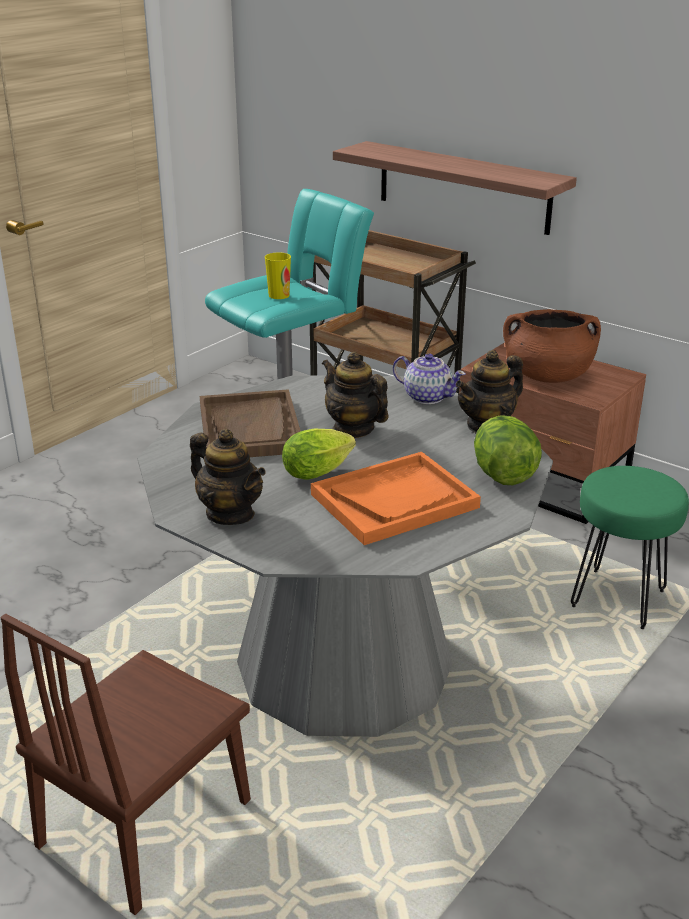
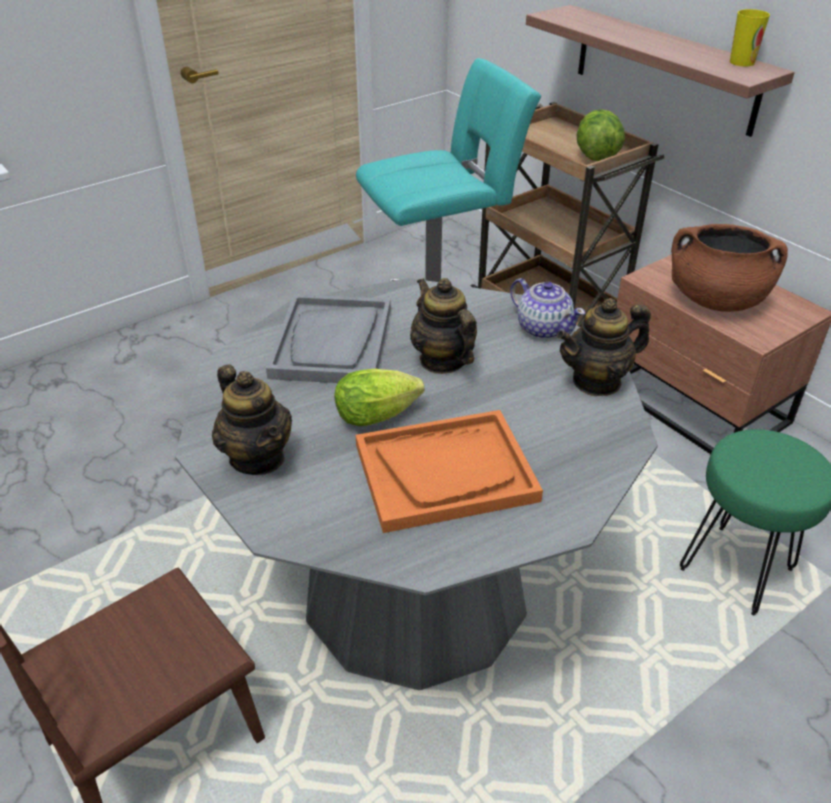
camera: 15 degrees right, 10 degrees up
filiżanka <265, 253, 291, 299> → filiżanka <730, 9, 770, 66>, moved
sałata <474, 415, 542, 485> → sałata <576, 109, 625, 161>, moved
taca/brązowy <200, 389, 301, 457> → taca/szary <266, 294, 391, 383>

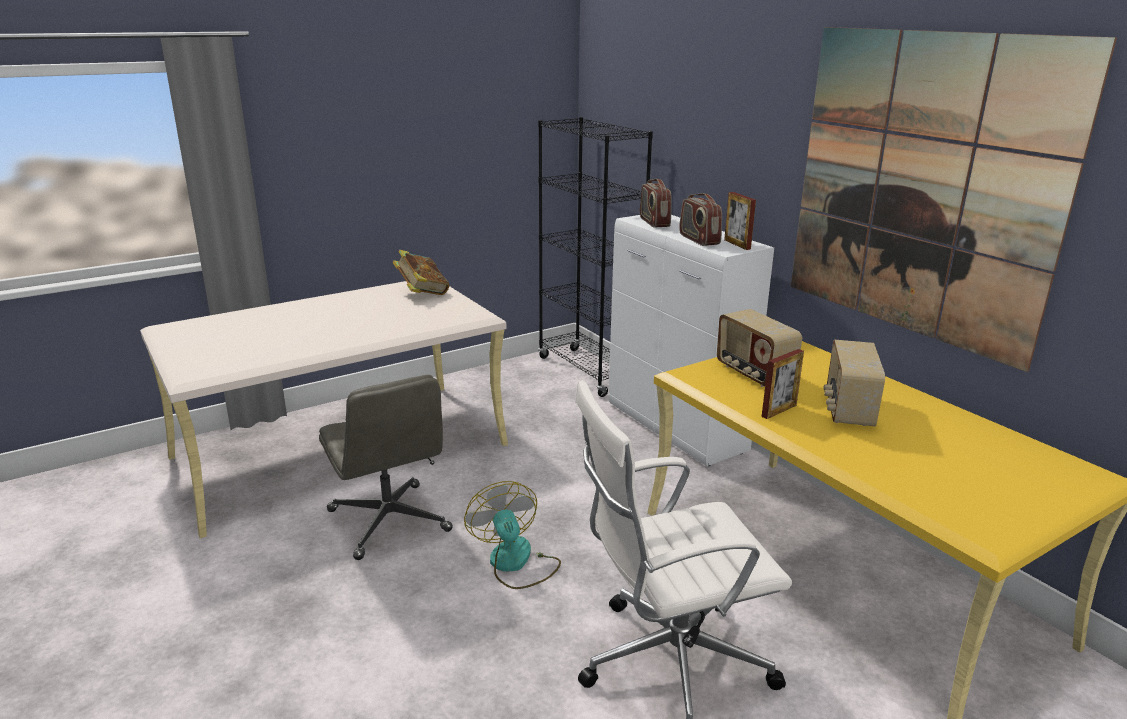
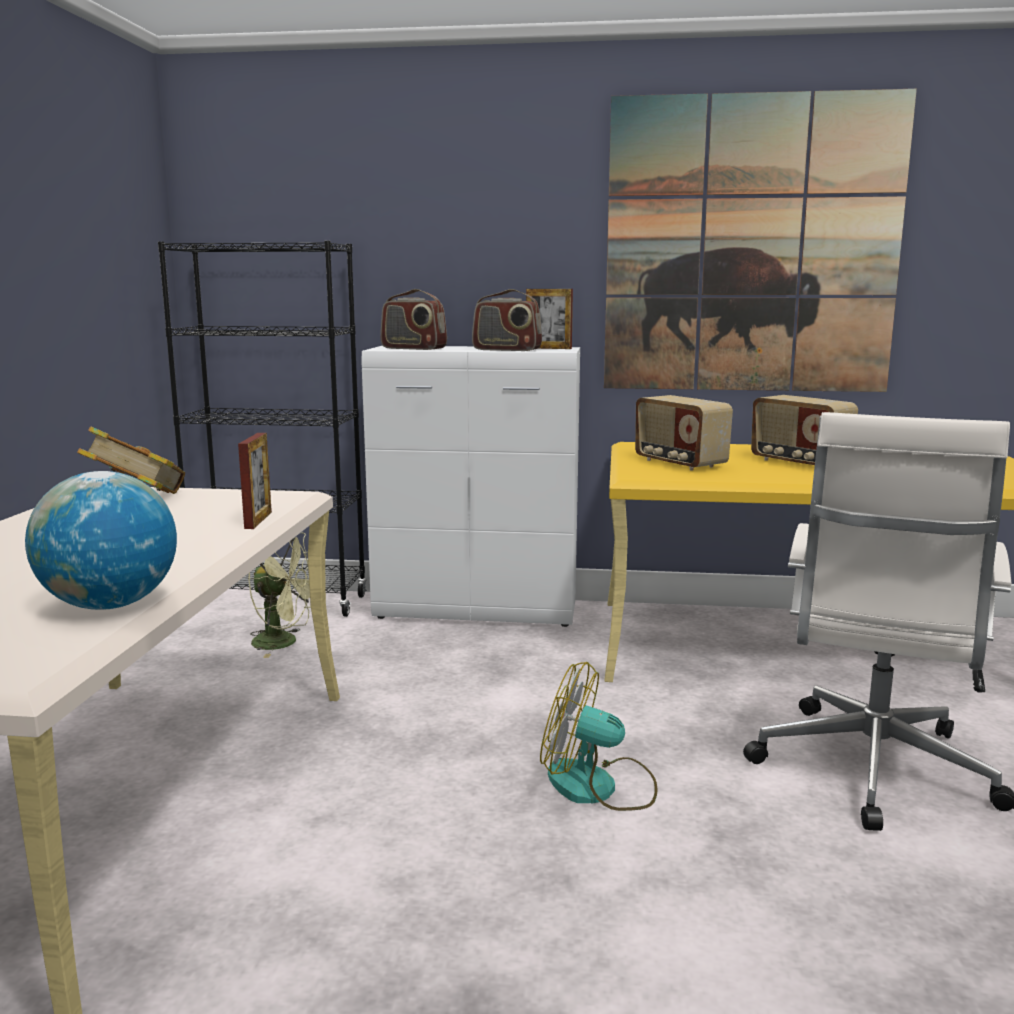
camera: 50 degrees left, 10 degrees down
krzesło biurowe/szary <319, 375, 453, 560> → -
- → globus <25, 471, 177, 610>
- → wentylator/zielony <248, 532, 310, 658>
ramka na zdjęcie <762, 349, 804, 419> → ramka na zdjęcie <238, 433, 272, 529>, moved
radio <717, 309, 802, 387> → radio <635, 395, 733, 471>, 45 degrees clockwise

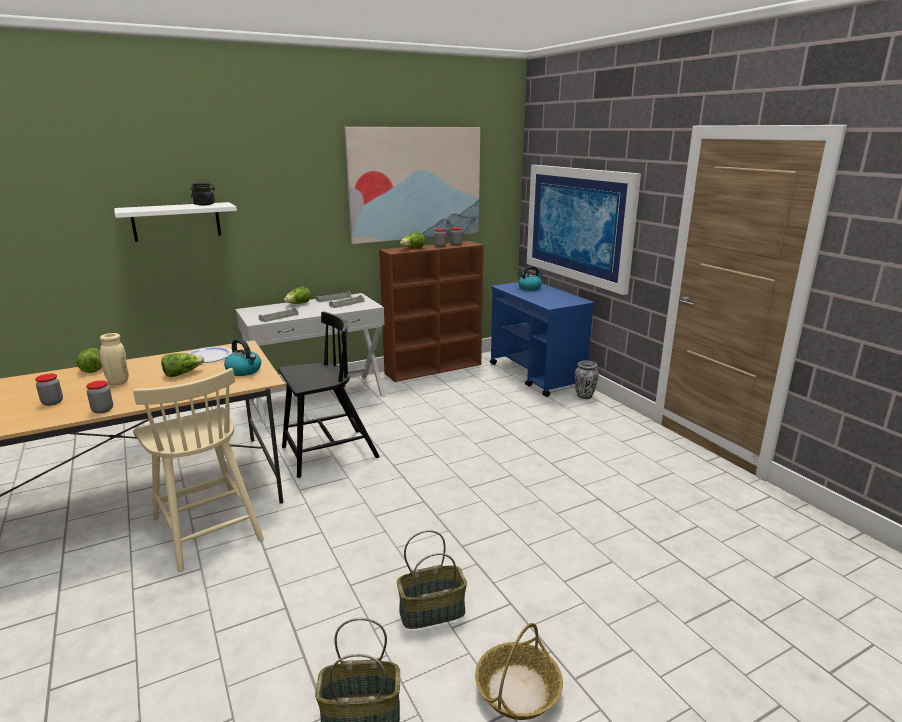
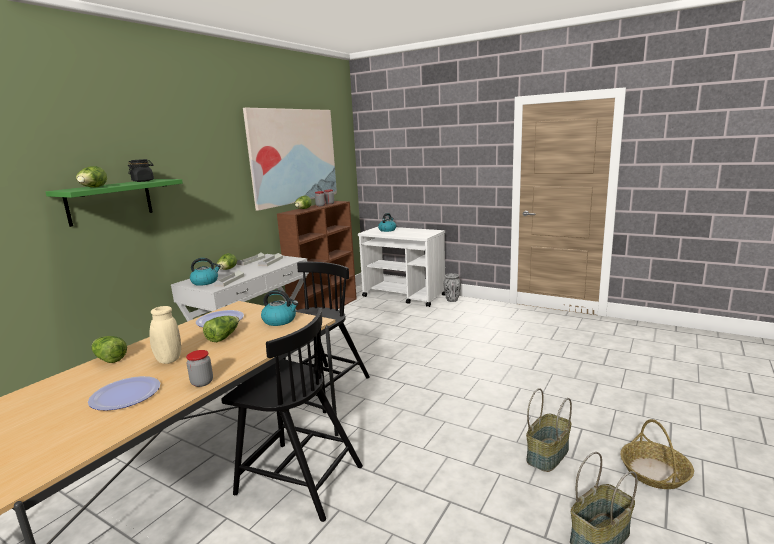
camera: 30 degrees left, 5 degrees down
obraz <527, 165, 641, 295> → -
- → sałata <76, 166, 107, 187>
- → czajnik <190, 258, 221, 286>
słoik <35, 374, 63, 406> → talerz <88, 376, 160, 411>
półka/biały <114, 202, 237, 242> → półka/zielony <46, 179, 183, 227>
krzesło/beżowy <133, 368, 264, 572> → krzesło/czarny <221, 308, 363, 522>
wózek/niebieski <490, 282, 595, 397> → wózek/biały <358, 227, 445, 307>

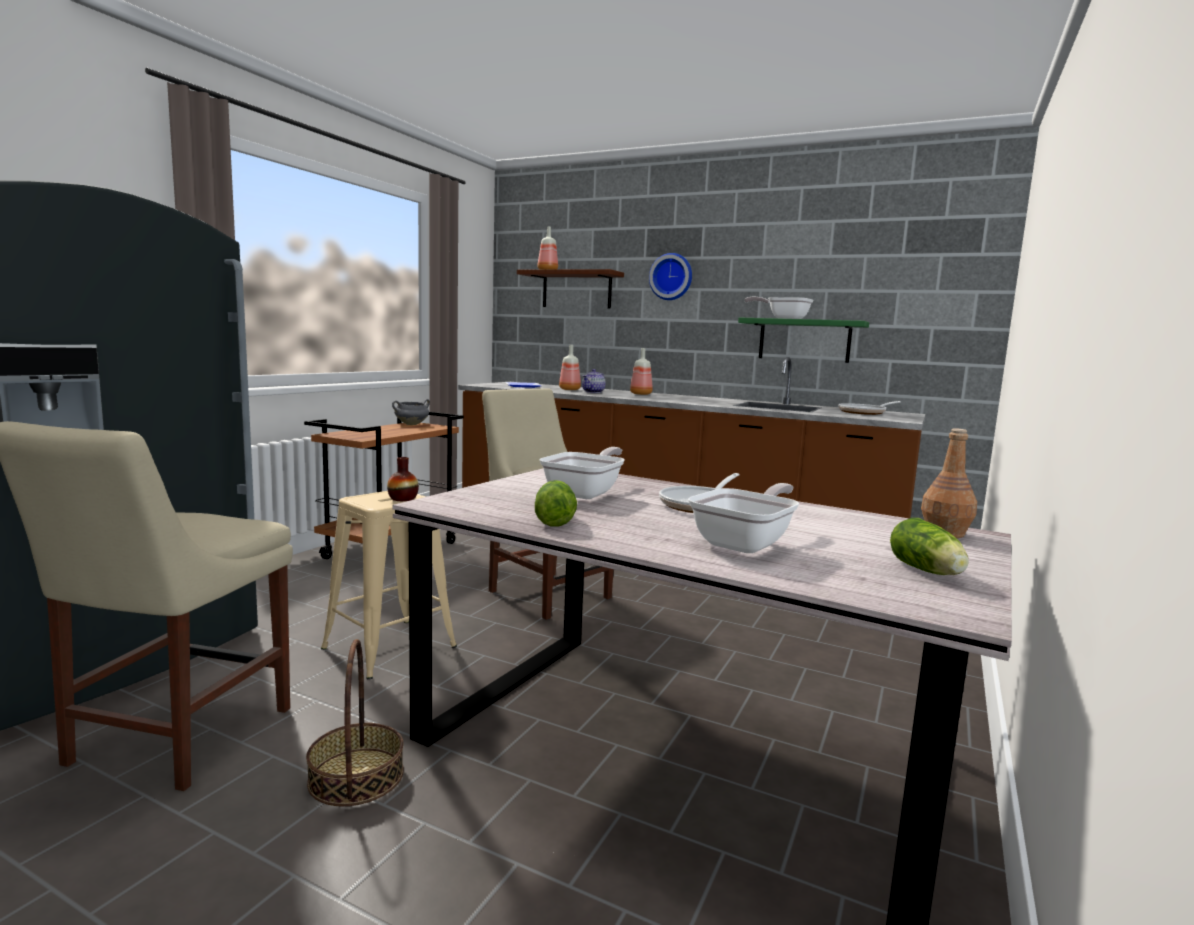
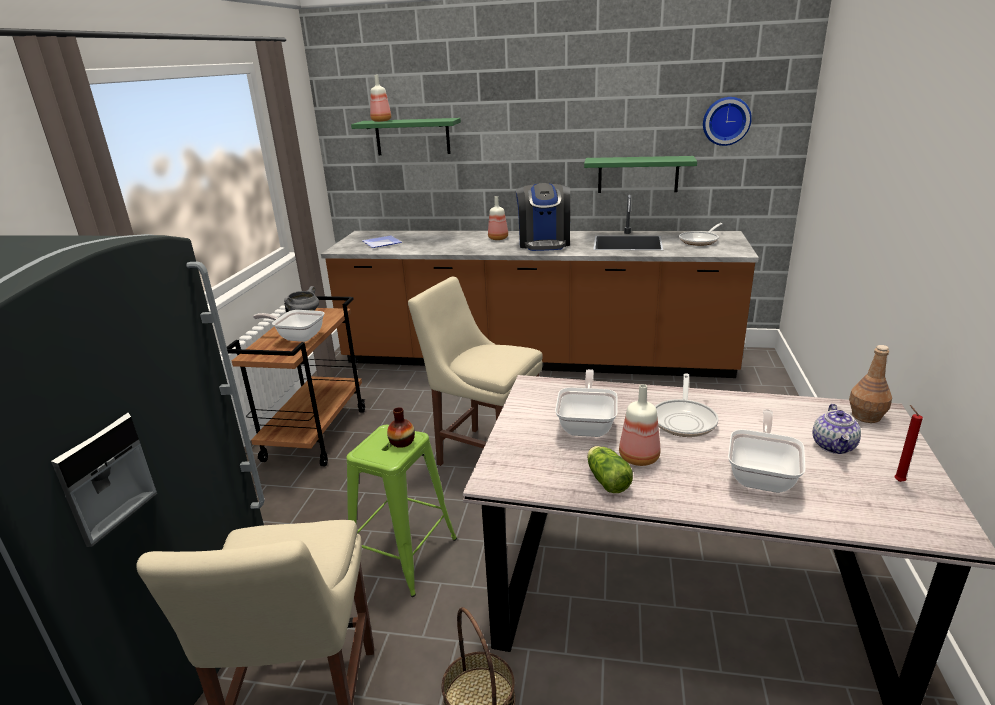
camera: 15 degrees left, 15 degrees up
- → ekspres do kawy <516, 183, 570, 251>
butelka <559, 345, 581, 390> → butelka <619, 384, 660, 466>, moved
imbryk <582, 369, 606, 393> → imbryk <813, 404, 861, 454>, moved
zegar ścienny <649, 253, 692, 300> → zegar ścienny <703, 97, 752, 146>, moved
patelnia <745, 297, 813, 319> → patelnia <253, 310, 324, 342>, moved
sałata <890, 518, 969, 575> → świeca/czerwony <894, 405, 923, 482>
stołek/beżowy <321, 491, 457, 679> → stołek/zielony <346, 425, 457, 597>
półka/brązowy <517, 269, 624, 309> → półka/zielony <351, 118, 461, 155>

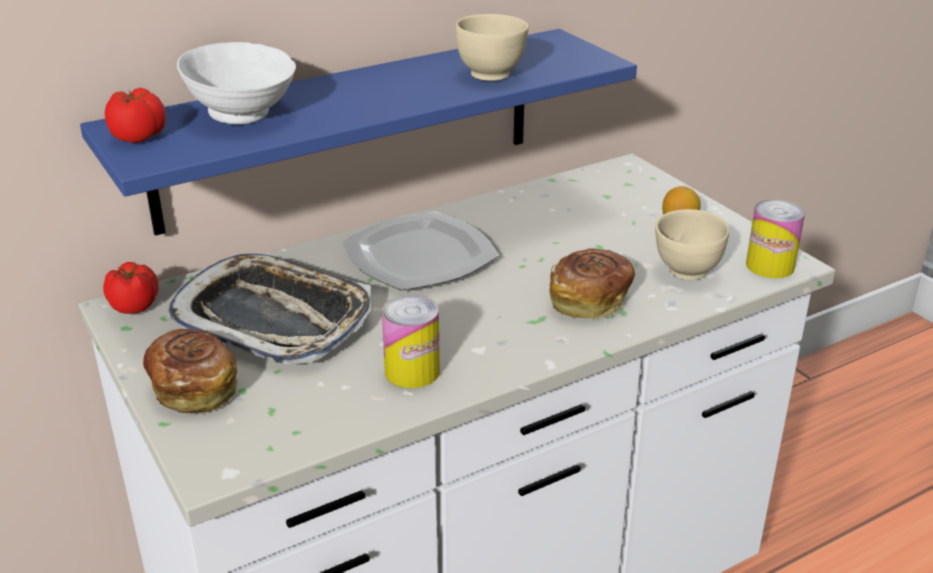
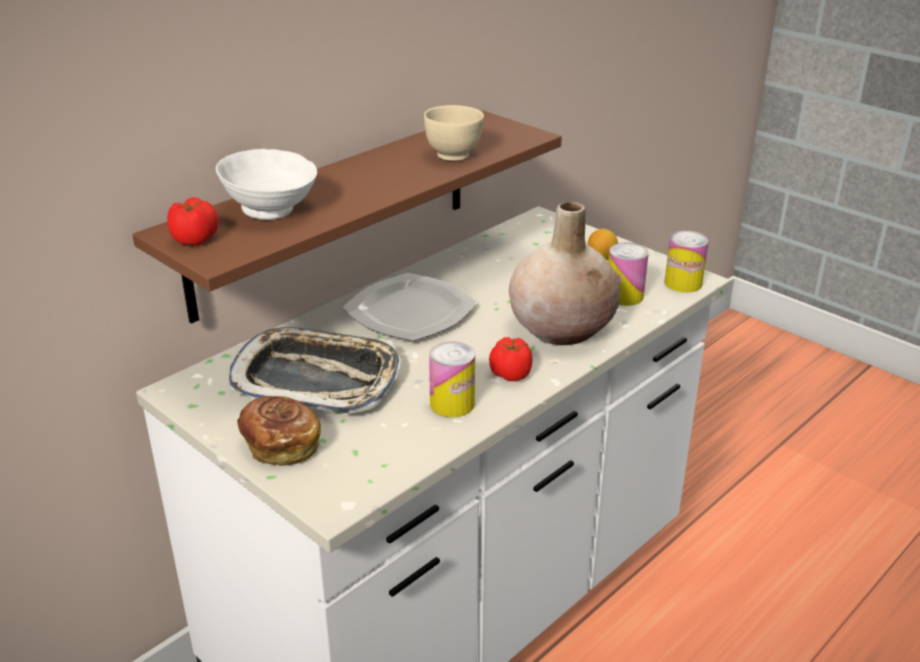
camera: 15 degrees left, 0 degrees up
pomidor <103, 262, 159, 314> → pomidor <489, 337, 532, 381>, moved
chleb <549, 248, 635, 319> → wazon/beżowy <509, 202, 620, 345>
miska/beżowy <655, 209, 729, 280> → puszka <608, 242, 649, 306>
półka/niebieski <80, 29, 637, 236> → półka/brązowy <132, 111, 562, 324>

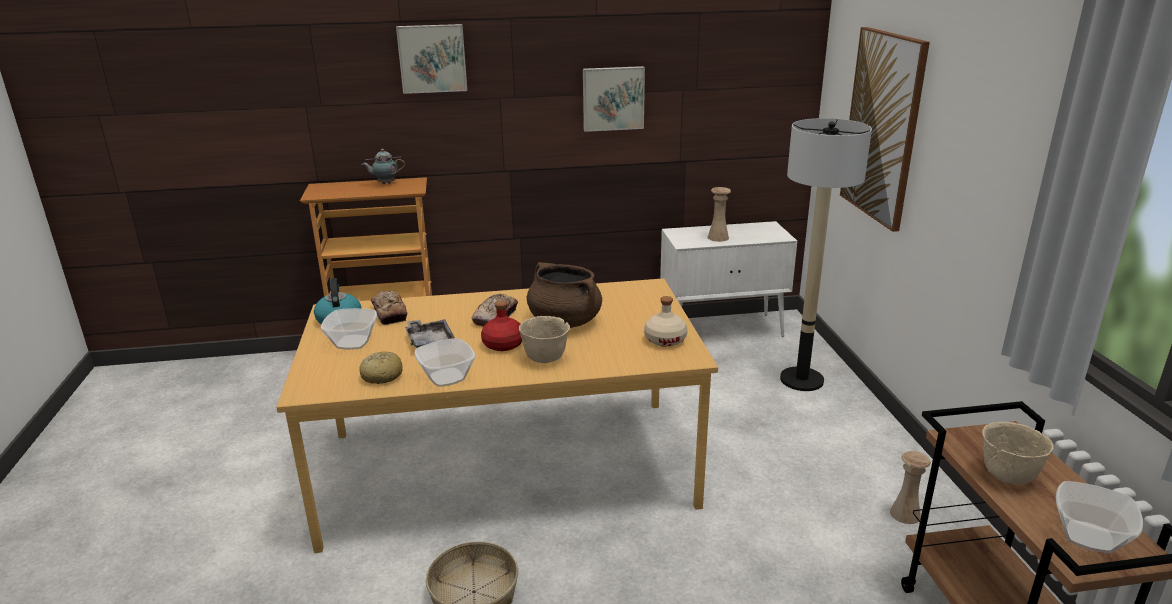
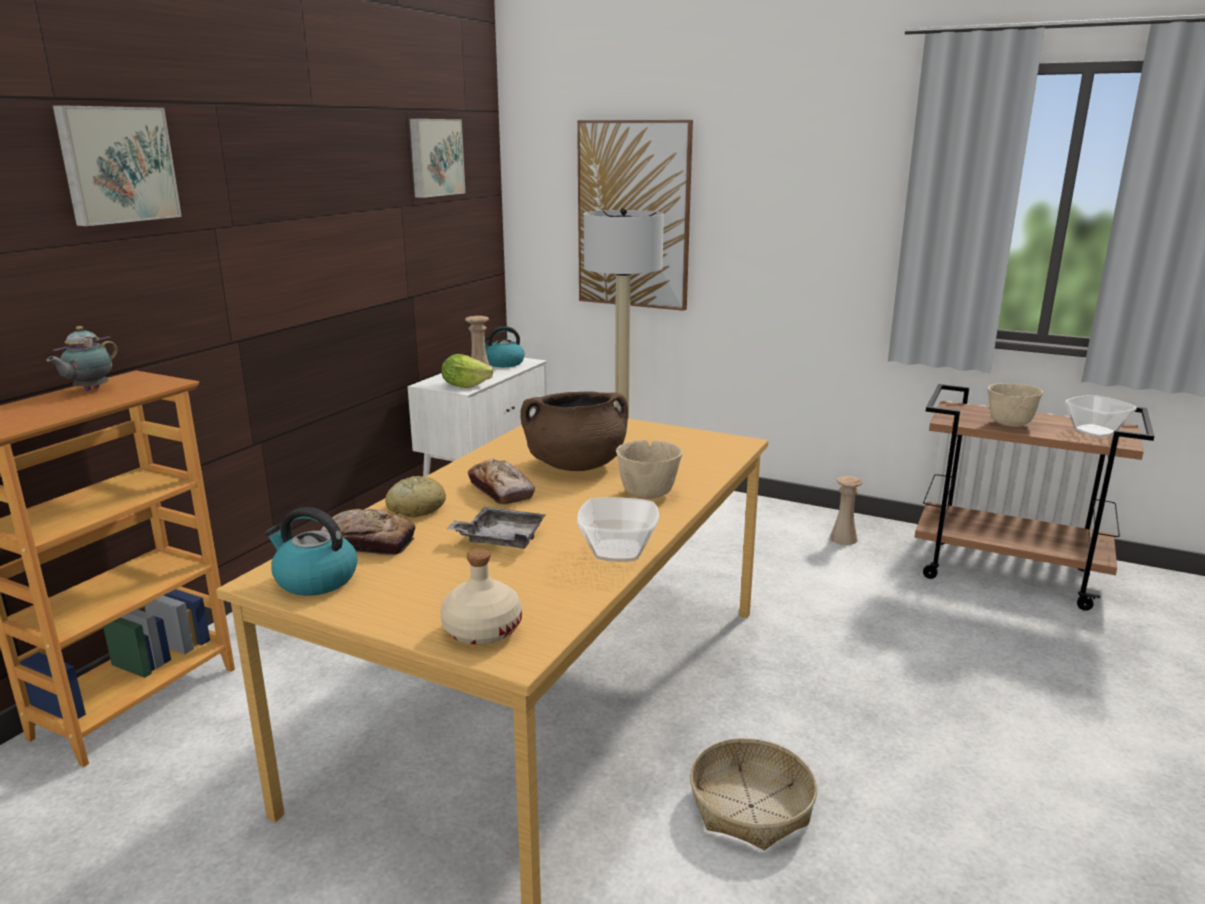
camera: 55 degrees left, 5 degrees down
miska <321, 308, 377, 350> → -
butelka/czerwony <481, 300, 522, 351> → -
- → sałata <441, 354, 494, 388>
- → czajnik <485, 326, 524, 367>
chleb <359, 351, 403, 384> → chleb <385, 476, 446, 517>, moved
obraz <583, 66, 645, 132> → obraz <409, 119, 465, 198>, moved
butelka/beżowy <644, 296, 687, 347> → butelka/beżowy <440, 548, 522, 645>, moved

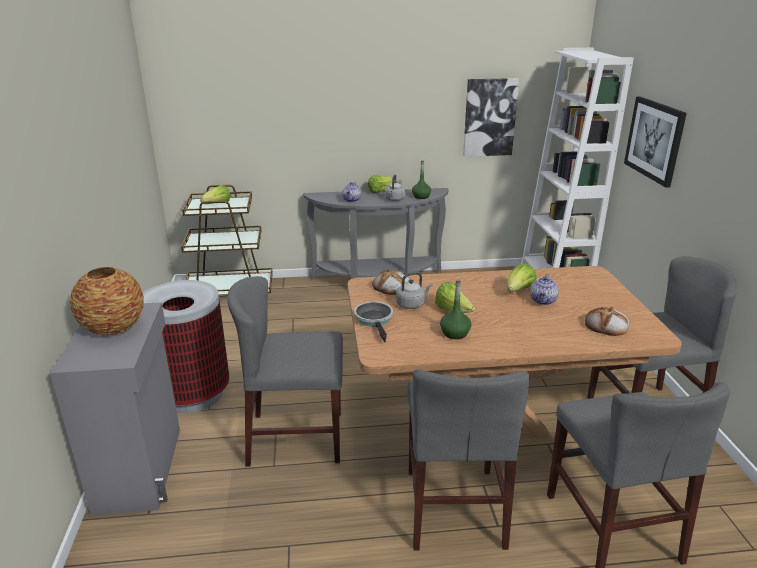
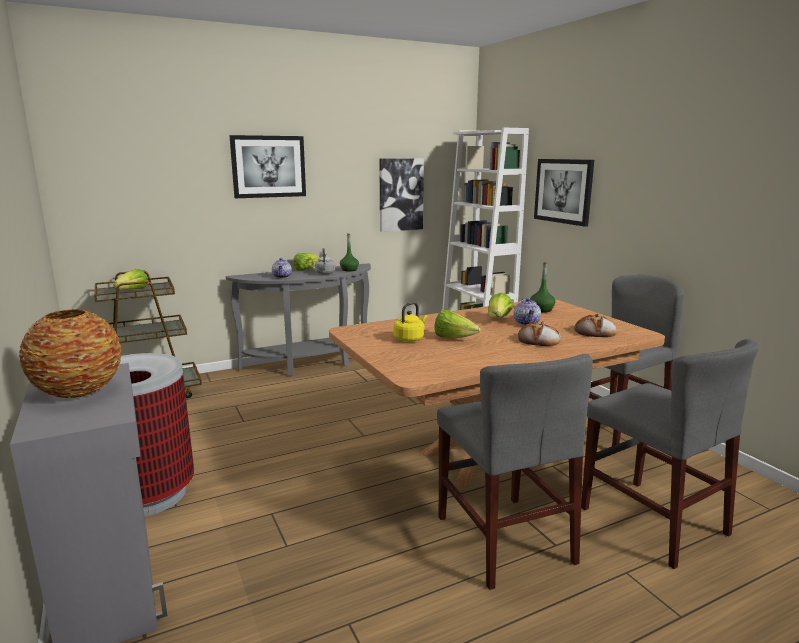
camera: 20 degrees left, 10 degrees down
krzesło/szary <227, 276, 343, 467> → -
patelnia <354, 302, 393, 342> → -
- → obraz <229, 135, 306, 198>
chleb <372, 270, 410, 295> → chleb <518, 321, 561, 346>, moved
butelka/zielony <440, 280, 471, 339> → butelka/zielony <530, 262, 555, 312>, moved
czajnik/szary <396, 272, 433, 309> → czajnik/żółty <394, 302, 427, 342>

